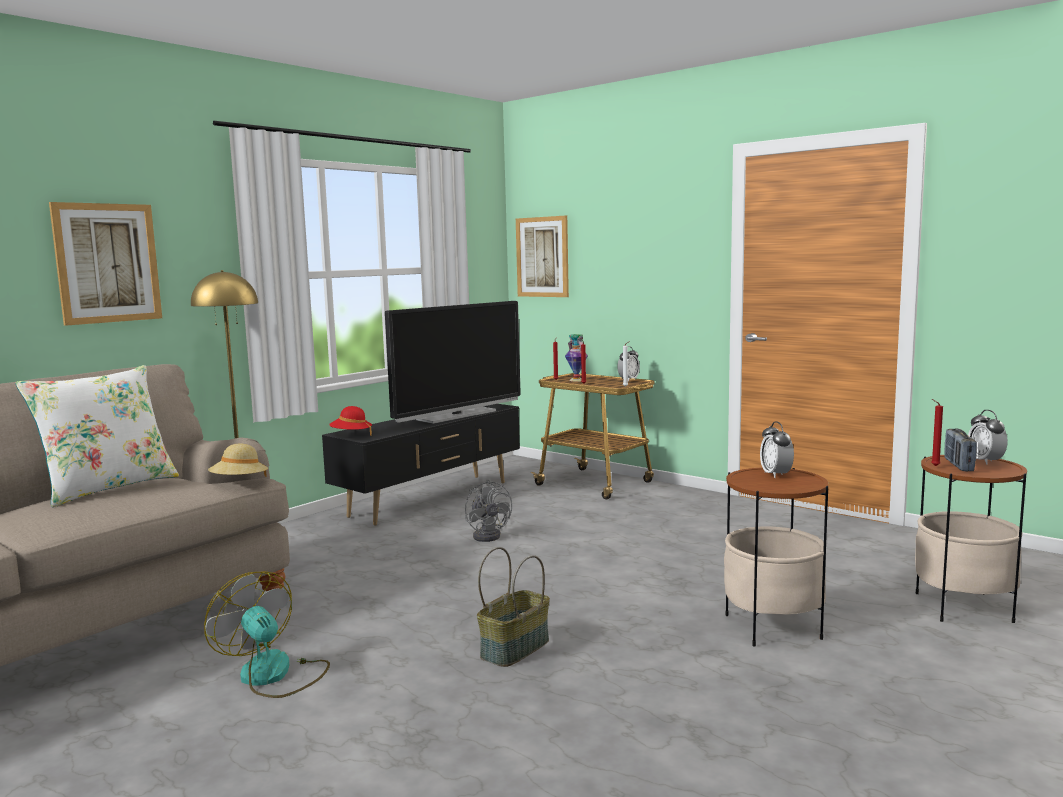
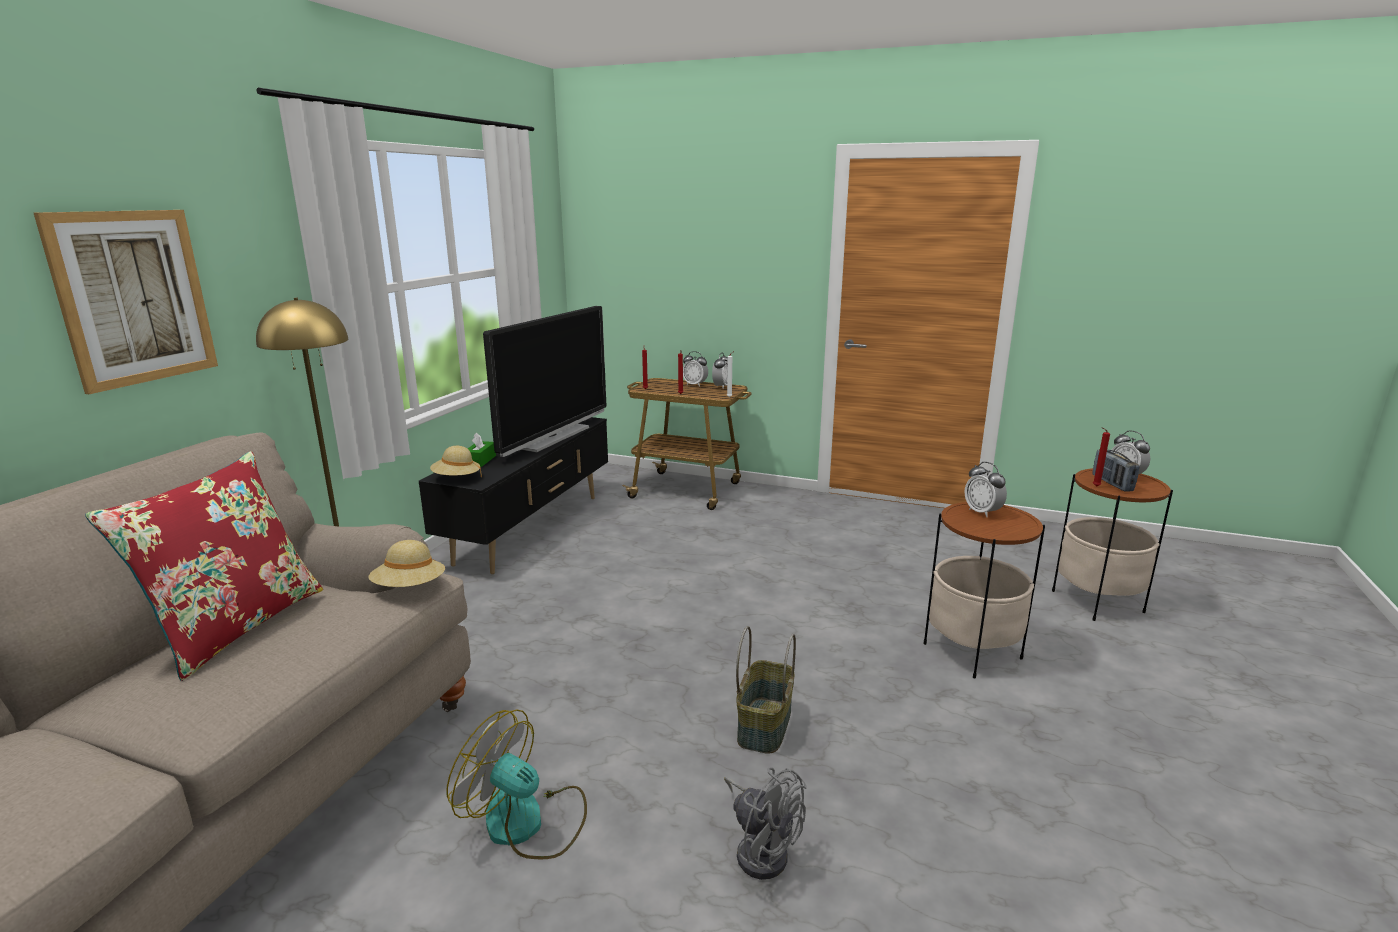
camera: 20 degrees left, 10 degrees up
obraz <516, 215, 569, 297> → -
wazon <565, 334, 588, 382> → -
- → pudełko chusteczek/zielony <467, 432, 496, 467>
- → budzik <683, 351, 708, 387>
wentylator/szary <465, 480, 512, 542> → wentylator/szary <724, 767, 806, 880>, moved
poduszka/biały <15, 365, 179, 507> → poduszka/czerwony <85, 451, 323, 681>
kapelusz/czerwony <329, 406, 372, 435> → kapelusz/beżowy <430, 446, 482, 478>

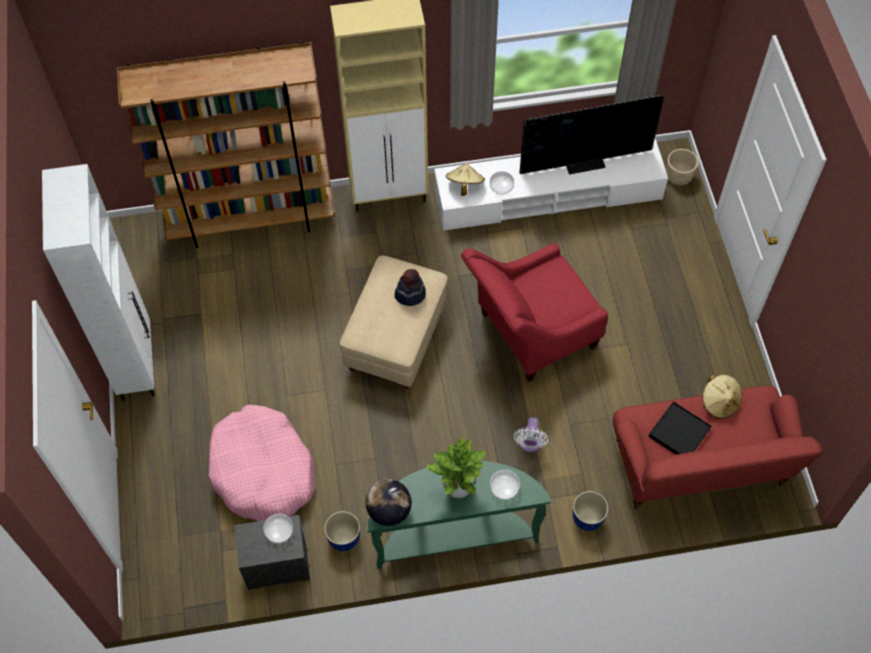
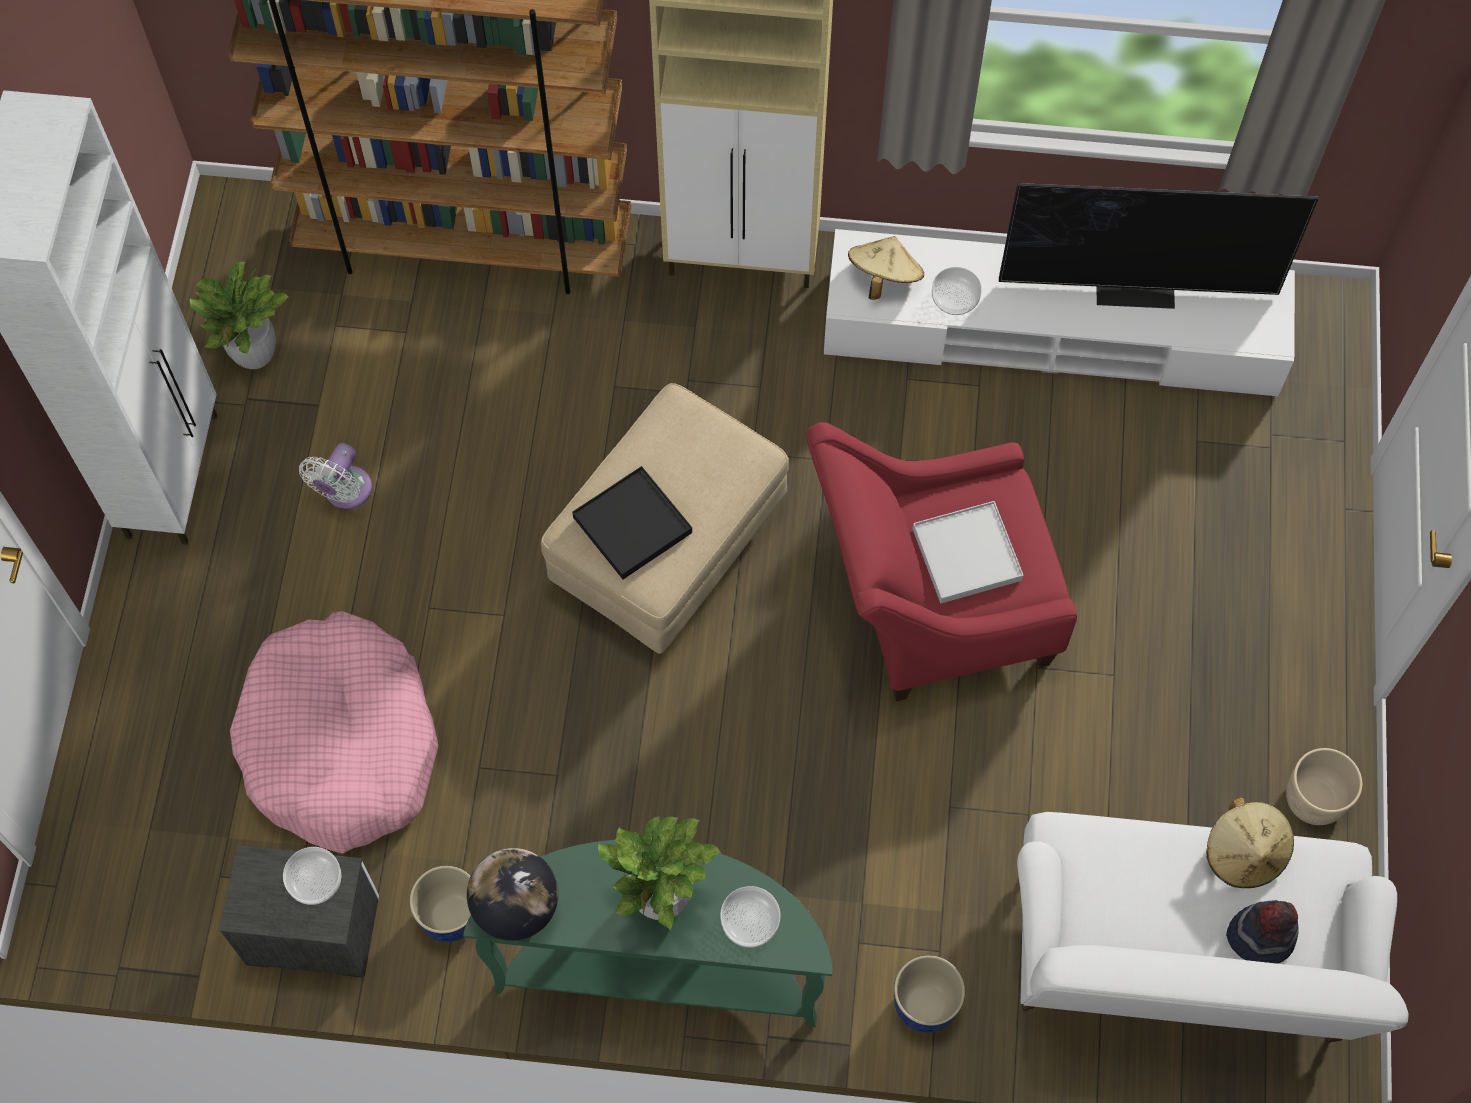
camera: 15 degrees right, 5 degrees up
- → roślina doniczkowa <190, 262, 289, 369>
- → taca/biały <913, 501, 1024, 604>
kapelusz <394, 269, 426, 306> → kapelusz <1226, 900, 1299, 964>, moved
wentylator/biały <514, 417, 549, 452> → wentylator/biały <299, 443, 372, 509>, moved
taca/czarny <648, 402, 711, 454> → taca/czarny <572, 466, 692, 579>, moved
donica/beżowy <666, 149, 698, 185> → donica/beżowy <1286, 748, 1362, 825>, moved
kanapa/czerwony <612, 385, 823, 509> → kanapa/biały <1017, 812, 1409, 1043>

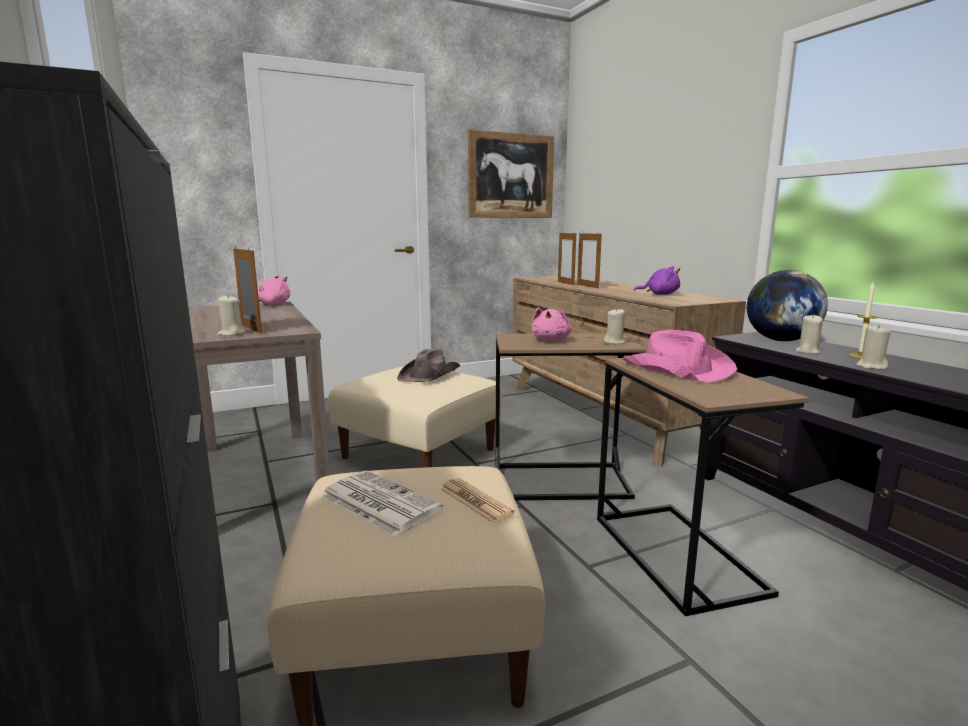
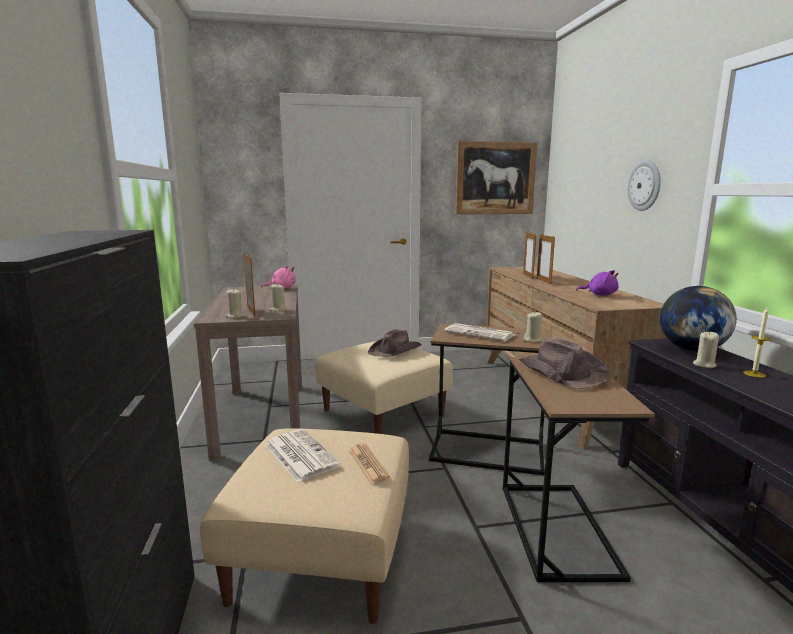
camera: 15 degrees right, 0 degrees up
- → zegar ścienny <628, 161, 661, 211>
świeca/beżowy <856, 325, 891, 370> → świeca/beżowy <269, 284, 287, 312>, moved
pluszak/różowy <532, 307, 572, 341> → gazeta <444, 323, 515, 342>
kapelusz/różowy <623, 330, 737, 383> → kapelusz/brązowy <519, 338, 611, 389>

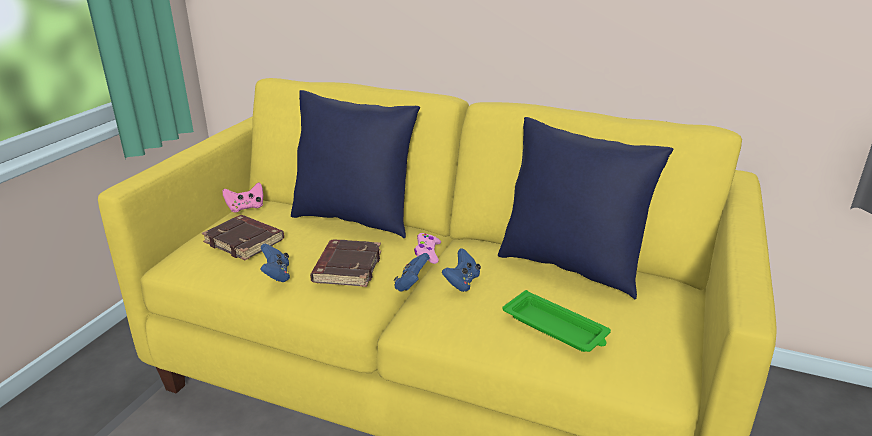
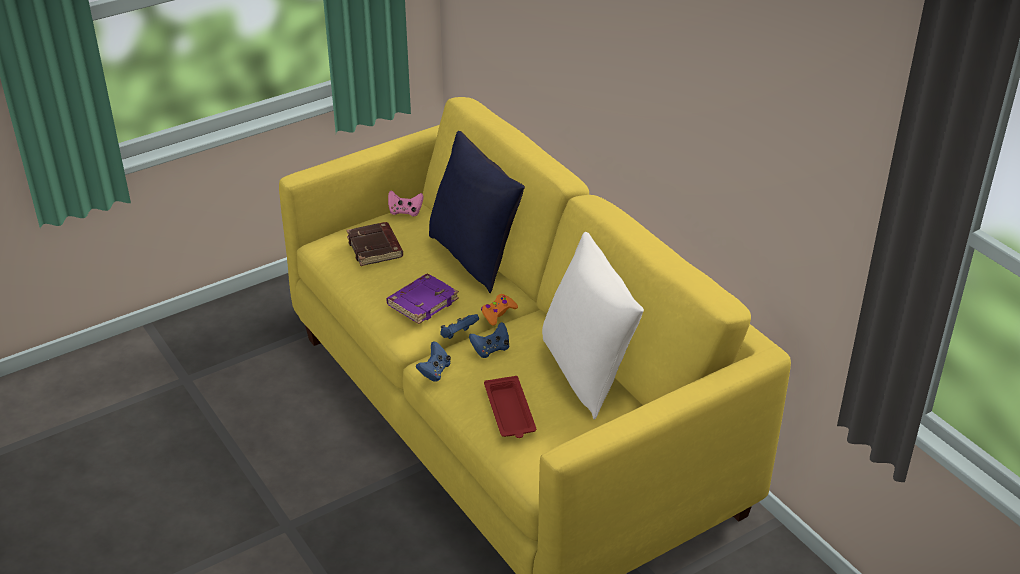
camera: 35 degrees right, 10 degrees up
pad do gier/niebieski <260, 244, 290, 282> → pad do gier/niebieski <416, 341, 451, 382>, moved
książka/brązowy <310, 239, 381, 287> → książka/fioletowy <386, 274, 459, 324>
pad do gier/różowy <414, 233, 441, 264> → pad do gier/pomarańczowy <481, 294, 518, 326>
poduszka/niebieski <498, 117, 674, 299> → poduszka/biały <542, 232, 644, 419>
taca/zielony <502, 290, 611, 352> → taca/czerwony <484, 376, 536, 438>

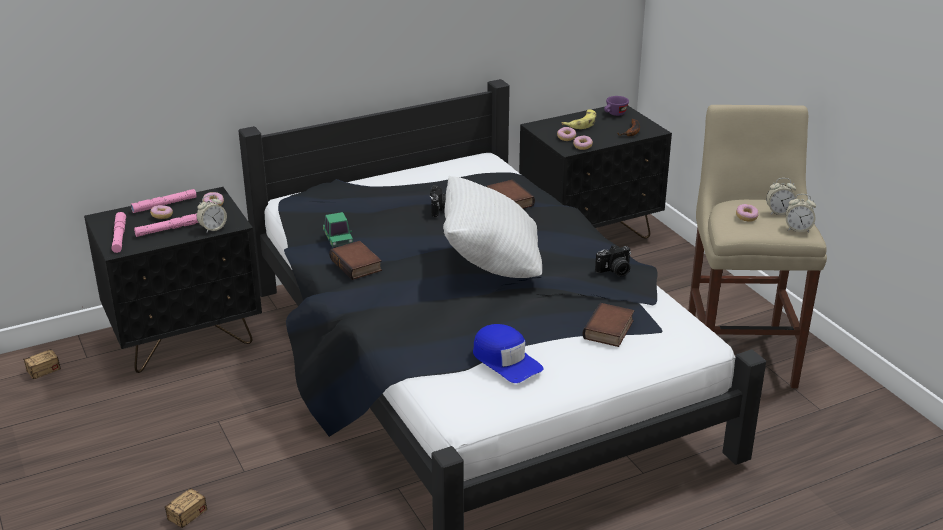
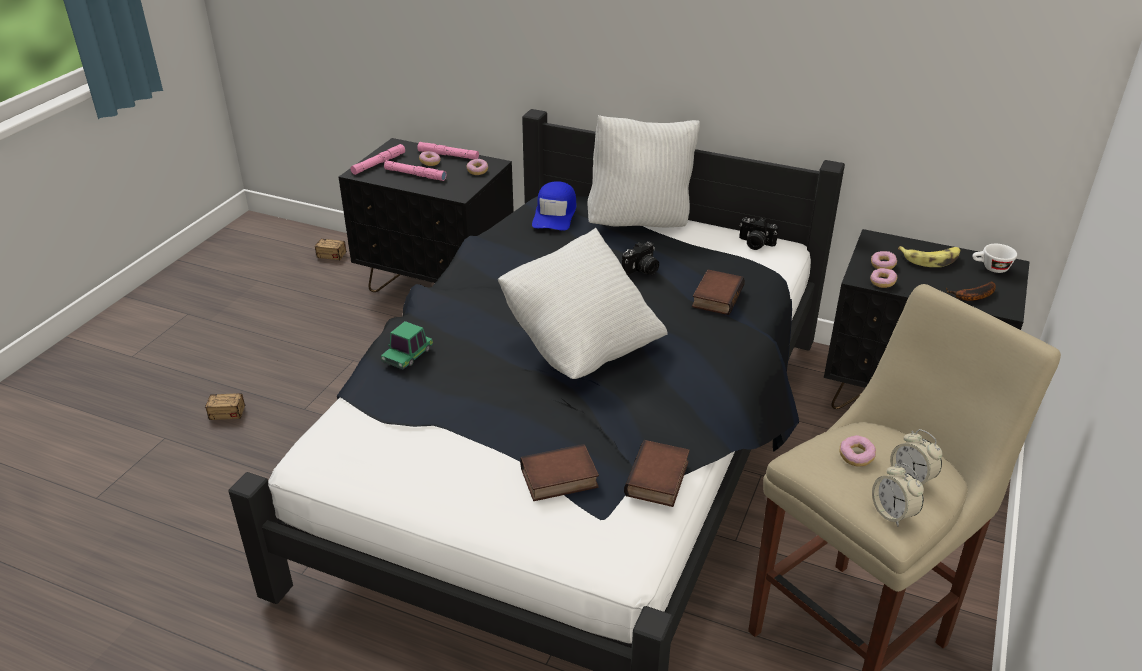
camera: 50 degrees right, 5 degrees up
budzik <197, 195, 227, 232> → -
- → poduszka/biały <587, 115, 700, 227>
samochodzik <323, 212, 353, 247> → samochodzik <381, 321, 433, 370>, moved
książka <329, 241, 382, 280> → książka <624, 440, 690, 507>, moved
czapka z daszkiem/niebieski <473, 324, 544, 383> → czapka z daszkiem/niebieski <532, 181, 576, 231>, moved
aparat fotograficzny <595, 245, 631, 276> → aparat fotograficzny <739, 218, 779, 250>, moved
filiżanka/fioletowy <604, 96, 629, 116> → filiżanka/biały <972, 244, 1017, 273>

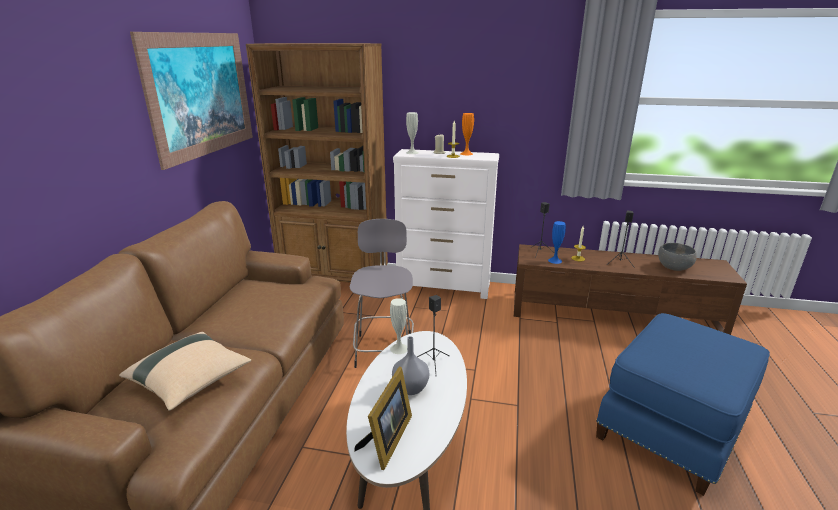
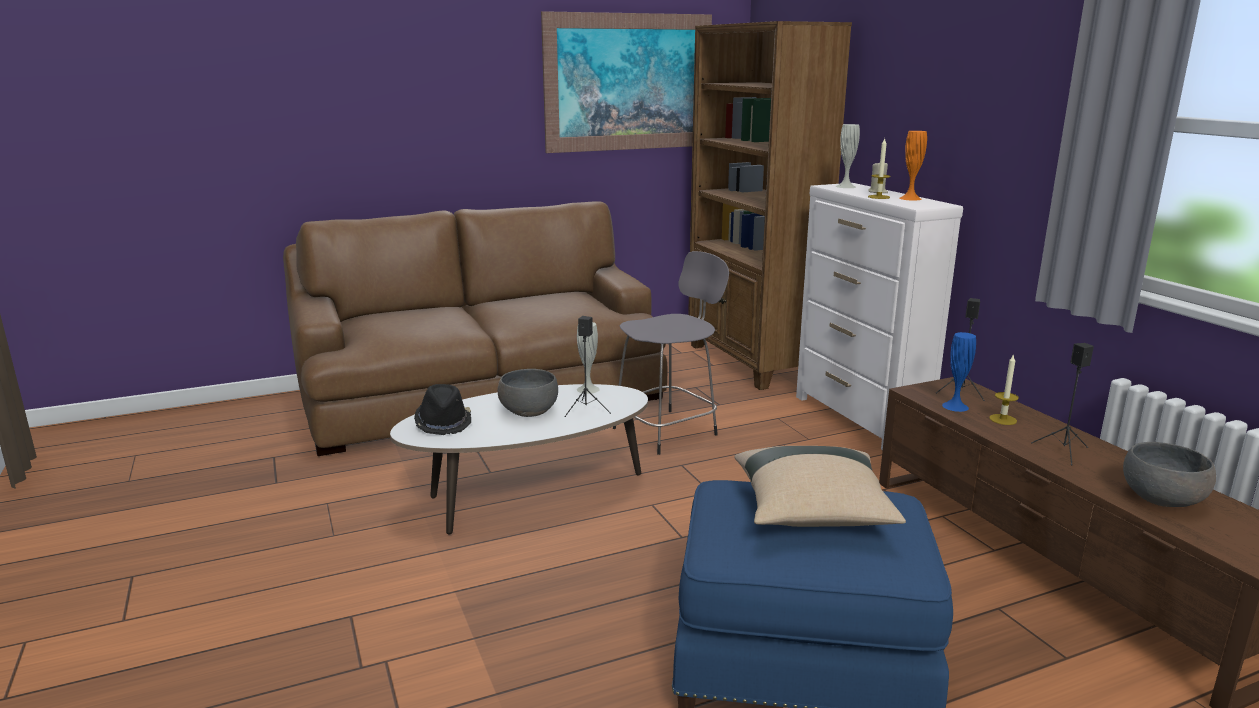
camera: 55 degrees right, 5 degrees down
poduszka/beżowy <119, 332, 251, 411> → poduszka/beżowy <734, 446, 906, 527>, moved
ramka na zdjęcie <354, 367, 412, 470> → kapelusz/czarny <414, 384, 471, 435>
wazon/szary <392, 336, 429, 395> → miska/szary <497, 369, 558, 417>

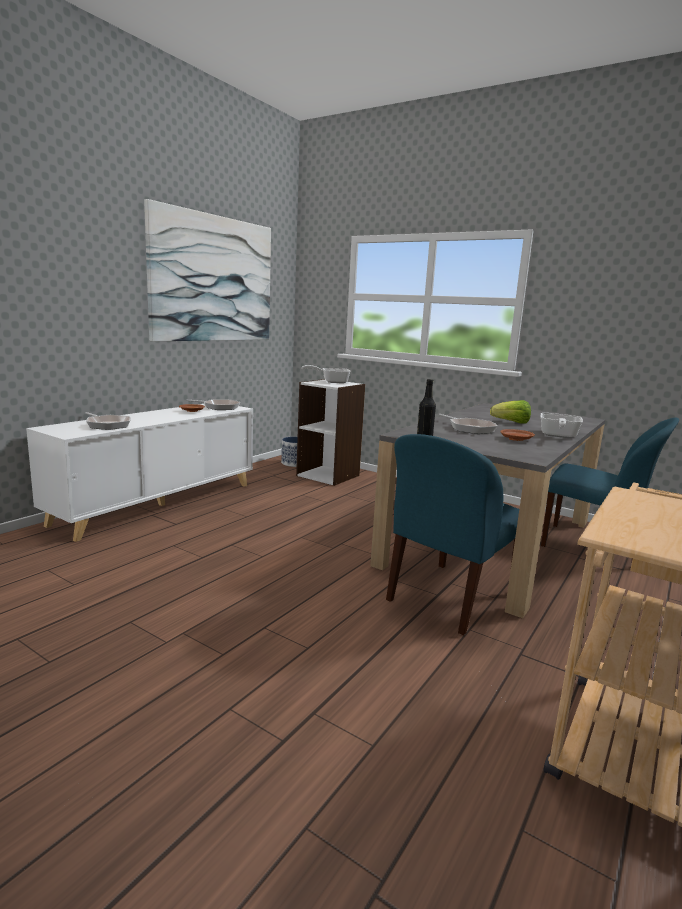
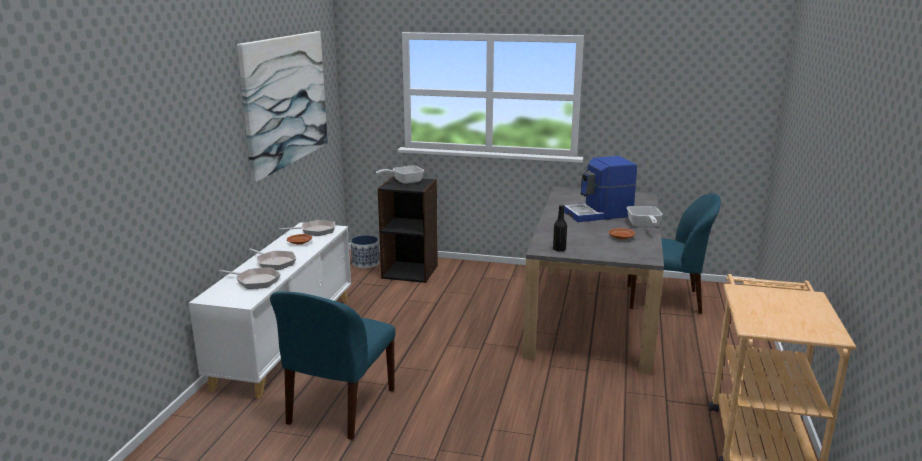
camera: 20 degrees left, 5 degrees up
krzesło/niebieski <386, 434, 519, 635> → krzesło/niebieski <270, 291, 396, 440>, moved
patelnia <439, 414, 498, 434> → patelnia <249, 248, 296, 270>, moved
sałata <490, 400, 531, 423> → ekspres do kawy <564, 156, 637, 222>
regał/biały <296, 379, 365, 486> → regał/czarny <378, 176, 438, 283>

